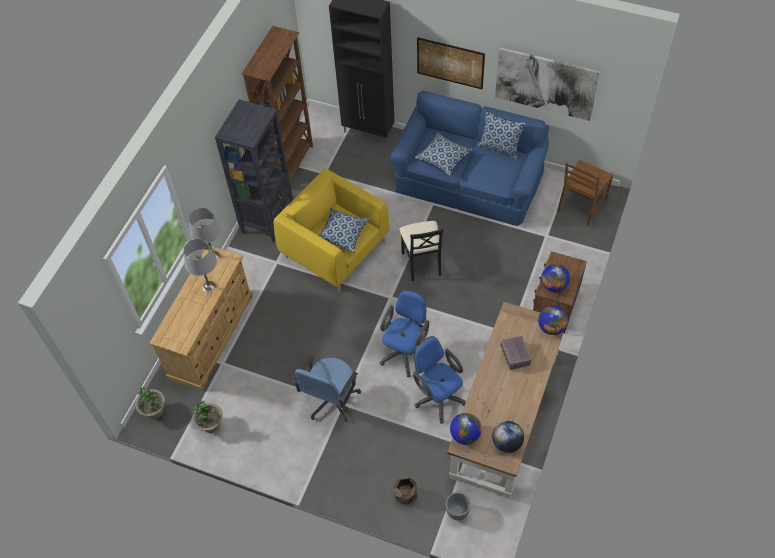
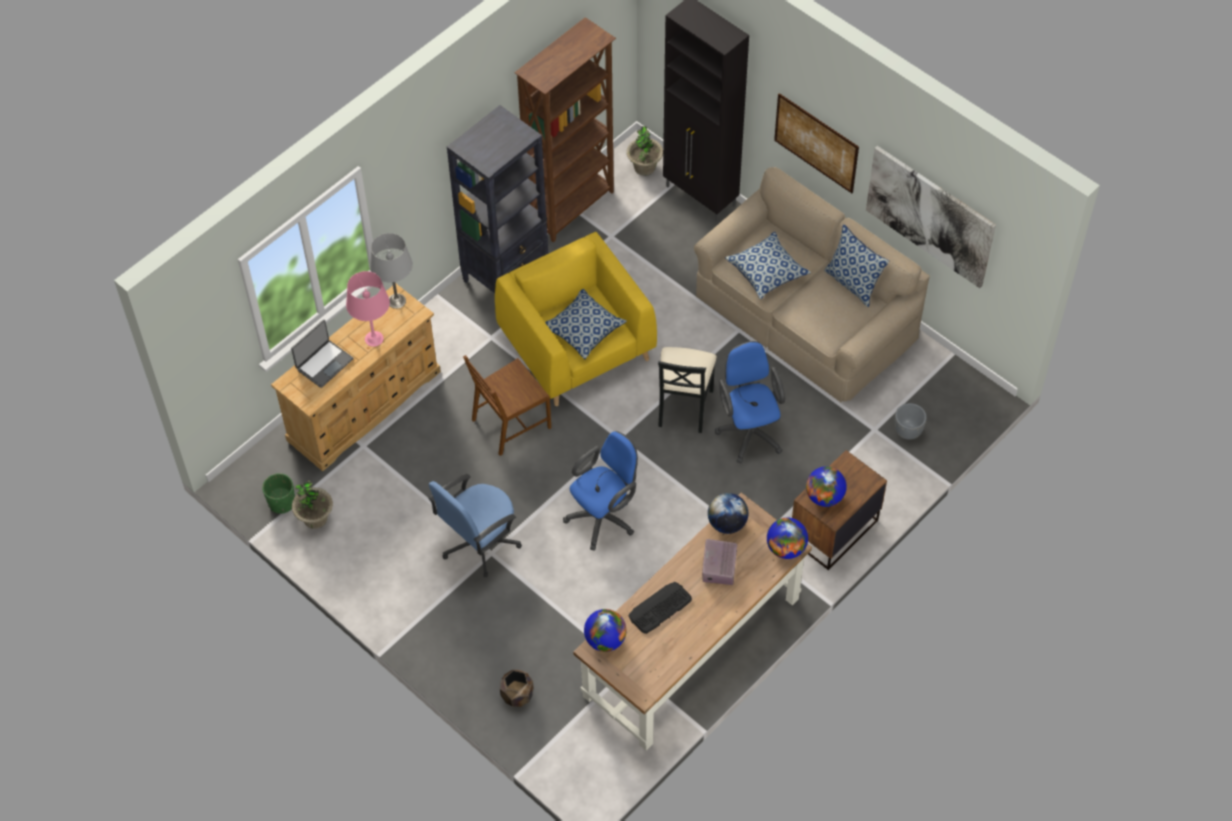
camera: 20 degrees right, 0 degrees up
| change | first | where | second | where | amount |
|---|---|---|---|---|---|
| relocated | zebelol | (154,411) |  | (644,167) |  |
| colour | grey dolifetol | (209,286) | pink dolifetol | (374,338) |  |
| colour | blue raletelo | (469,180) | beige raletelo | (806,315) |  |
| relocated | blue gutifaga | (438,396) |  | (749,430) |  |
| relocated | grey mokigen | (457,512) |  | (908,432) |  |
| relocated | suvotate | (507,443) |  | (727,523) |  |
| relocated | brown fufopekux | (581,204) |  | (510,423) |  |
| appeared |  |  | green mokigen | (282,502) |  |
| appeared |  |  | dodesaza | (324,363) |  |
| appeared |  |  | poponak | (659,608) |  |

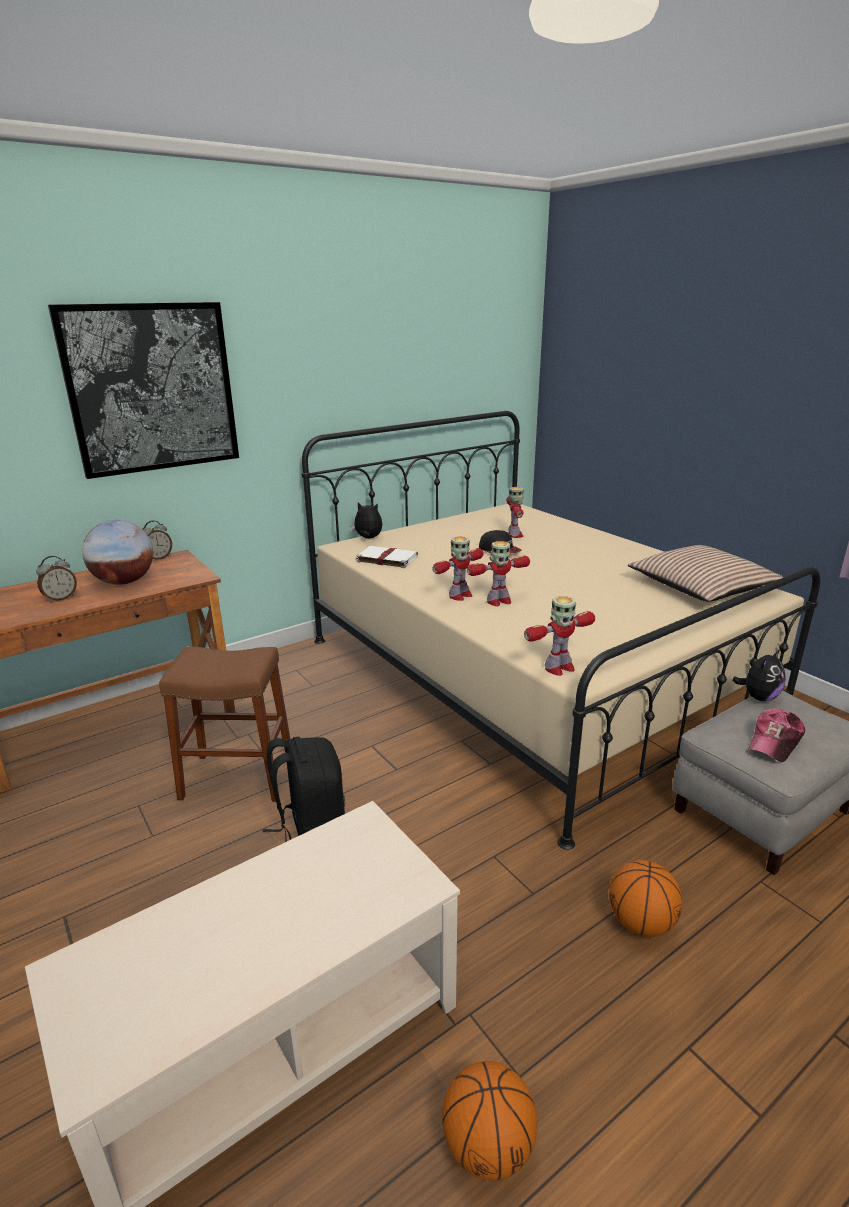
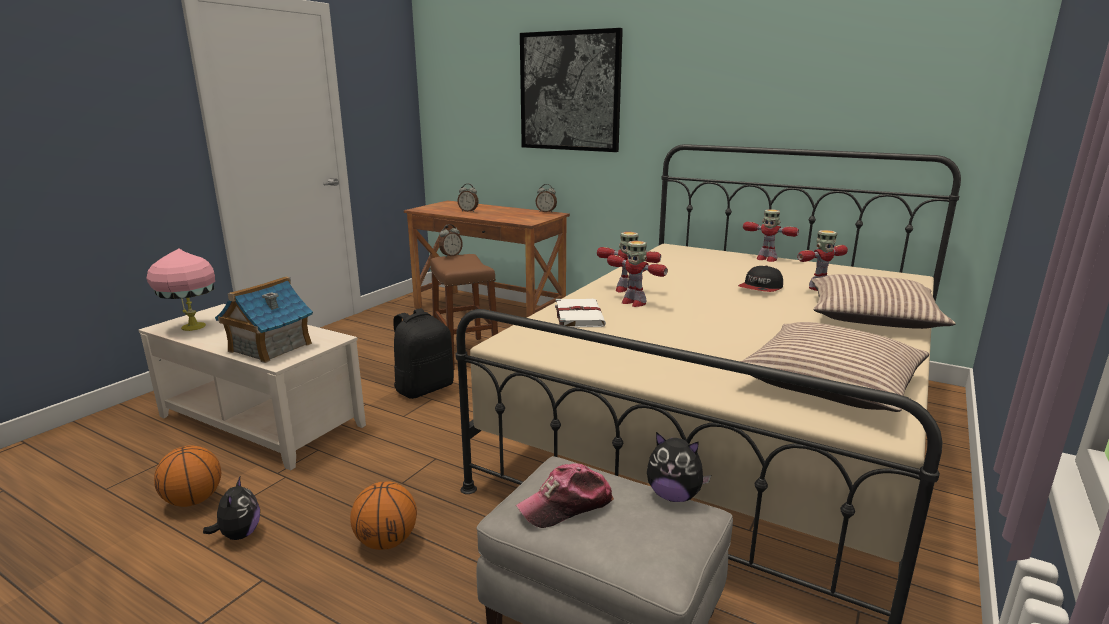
camera: 65 degrees right, 5 degrees down
| change | first | where | second | where | amount |
|---|---|---|---|---|---|
| missing | suvotate | (124,582) |  |  |  |
| relocated | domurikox | (368,538) |  | (239,534) |  |
| relocated | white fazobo | (386,559) |  | (578,315) |  |
| relocated | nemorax | (558,668) |  | (766,259) |  |
| spun | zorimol | (775,742) |  | (566,505) | 45 degrees counterclockwise |
| appeared |  |  | pink dolifetol | (192,327) |  |
| appeared |  |  | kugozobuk | (269,347) |  |
| appeared |  |  | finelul | (451,255) |  |
| appeared |  |  | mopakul | (872,317) |  |

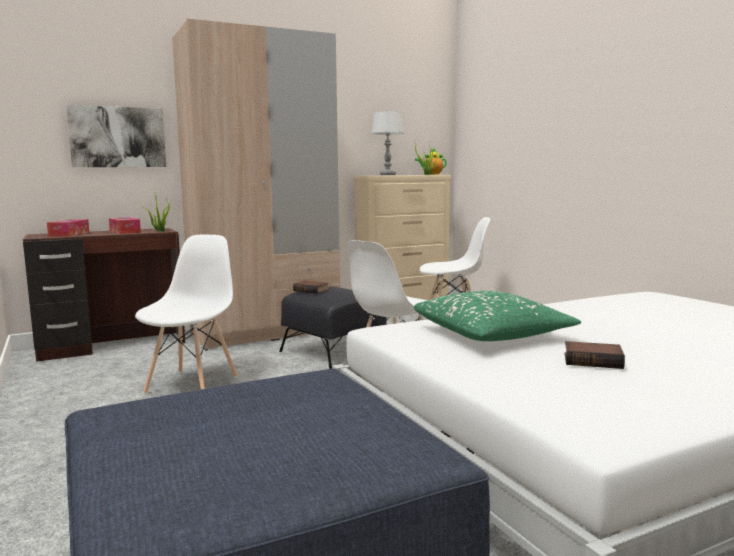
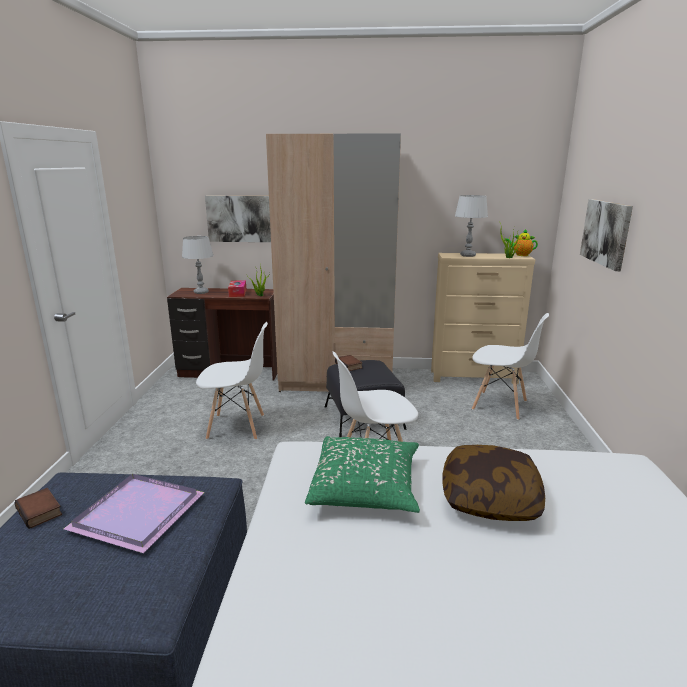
camera: 30 degrees right, 10 degrees up
| change | first | where | second | where | amount |
|---|---|---|---|---|---|
| exchanged | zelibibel | (69,234) | grey dolifetol | (201,292) |  |
| spun | white fufopekux | (193,384) |  | (237,427) | 45 degrees clockwise |
| relocated | fazobo | (593,360) |  | (41,511) |  |
| appeared |  |  | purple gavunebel | (140,512) |  |
| appeared |  |  | mopakul | (490,498) |  |
| appeared |  |  | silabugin | (606,233) |  |

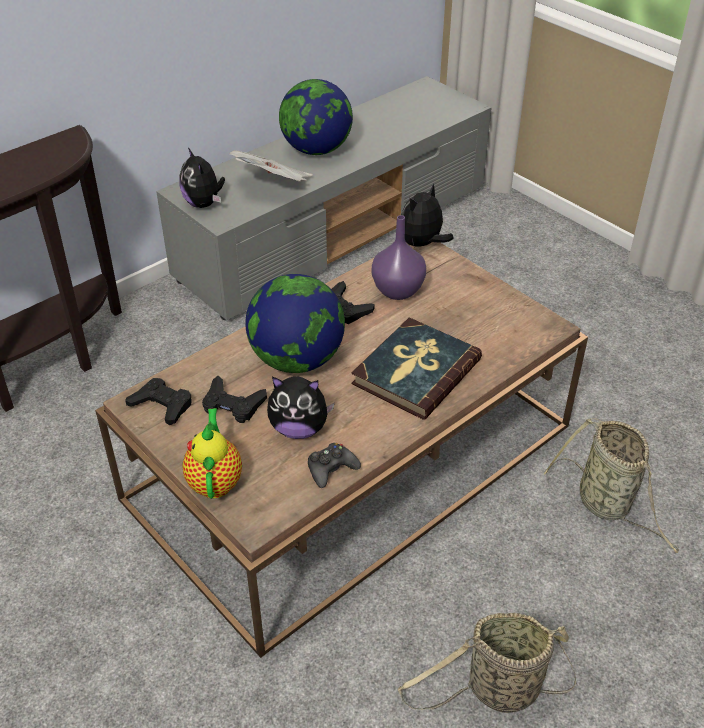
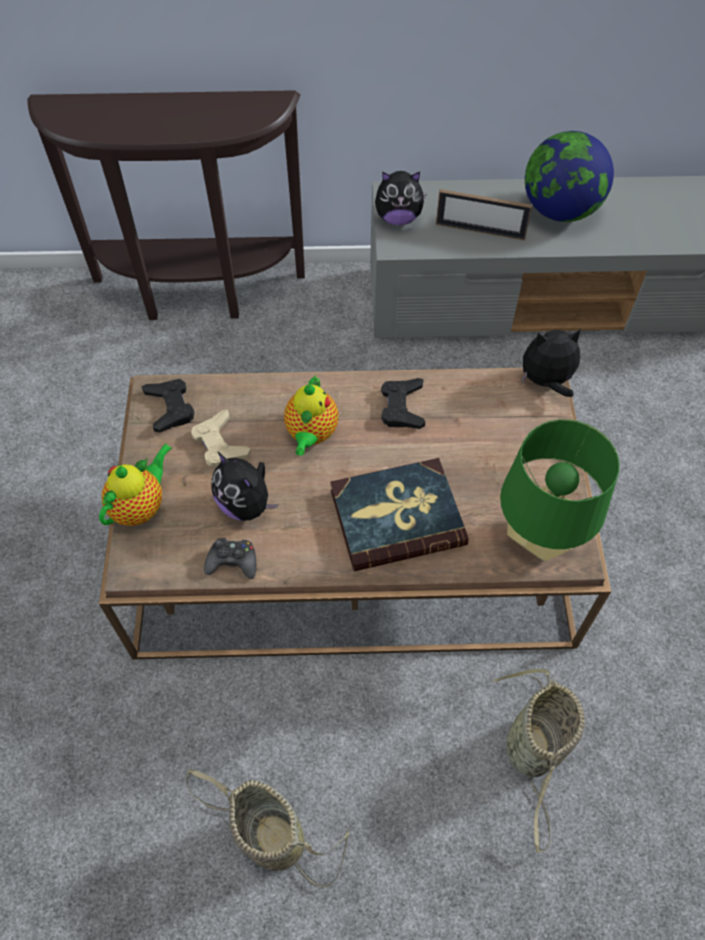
camera: 40 degrees right, 15 degrees up
| change | first | where | second | where | amount |
|---|---|---|---|---|---|
| spun | domurikox | (204,204) |  | (398,218) | 105 degrees counterclockwise |
| colour | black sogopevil | (232,404) | beige sogopevil | (220,444) |  |
| exchanged | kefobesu | (274,185) | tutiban | (480,231) |  |
| exchanged | suvotate | (297,360) | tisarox | (311,435) |  |
| missing | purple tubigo | (398,290) |  |  |  |
| appeared |  |  | green dolifetol | (538,538) |  |

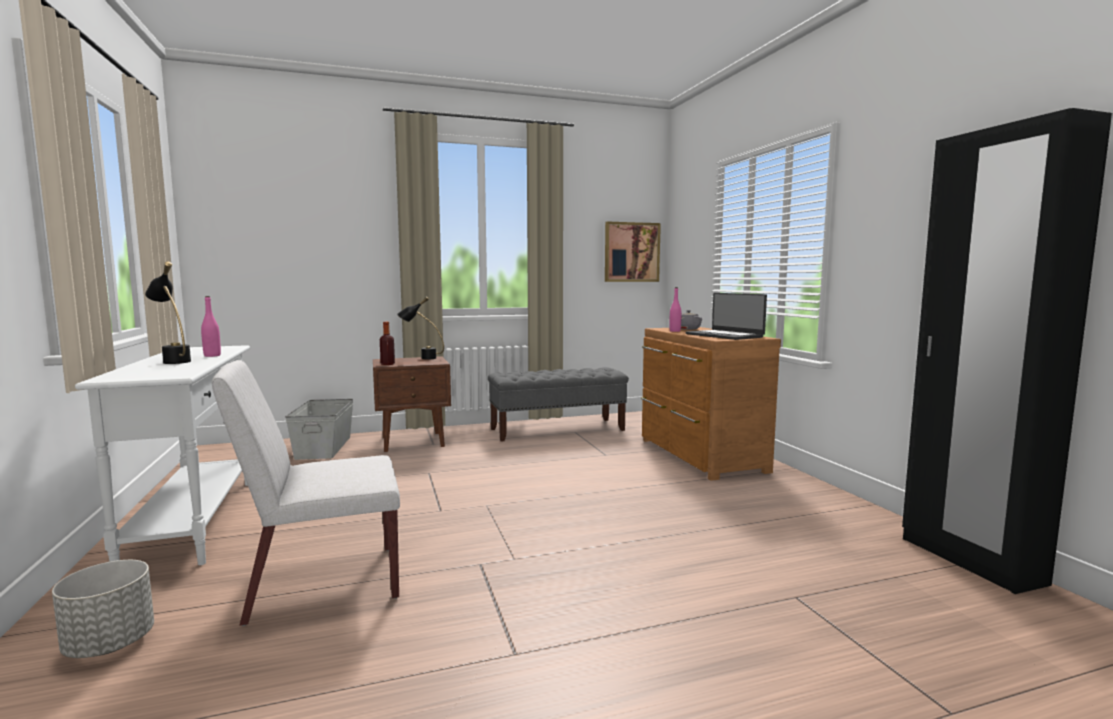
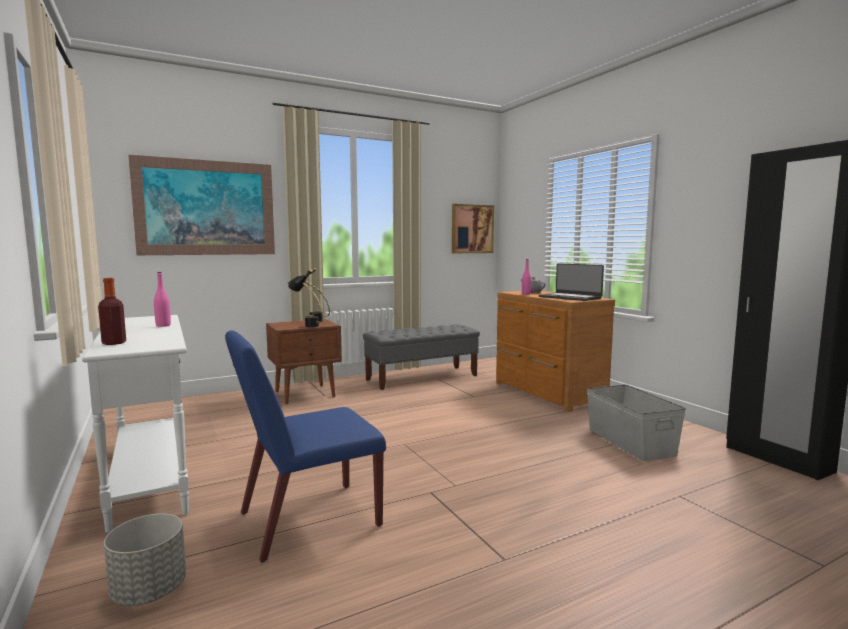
camera: 10 degrees left, 0 degrees up
| change | first | where | second | where | amount |
|---|---|---|---|---|---|
| relocated | black dolifetol | (173,361) |  | (307,325) |  |
| colour | white fufopekux | (322,583) | blue fufopekux | (307,520) |  |
| relocated | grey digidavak | (323,447) |  | (630,442) |  |
| relocated | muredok | (387,364) |  | (114,343) |  |
| appeared |  |  | silabugin | (206,208) |  |

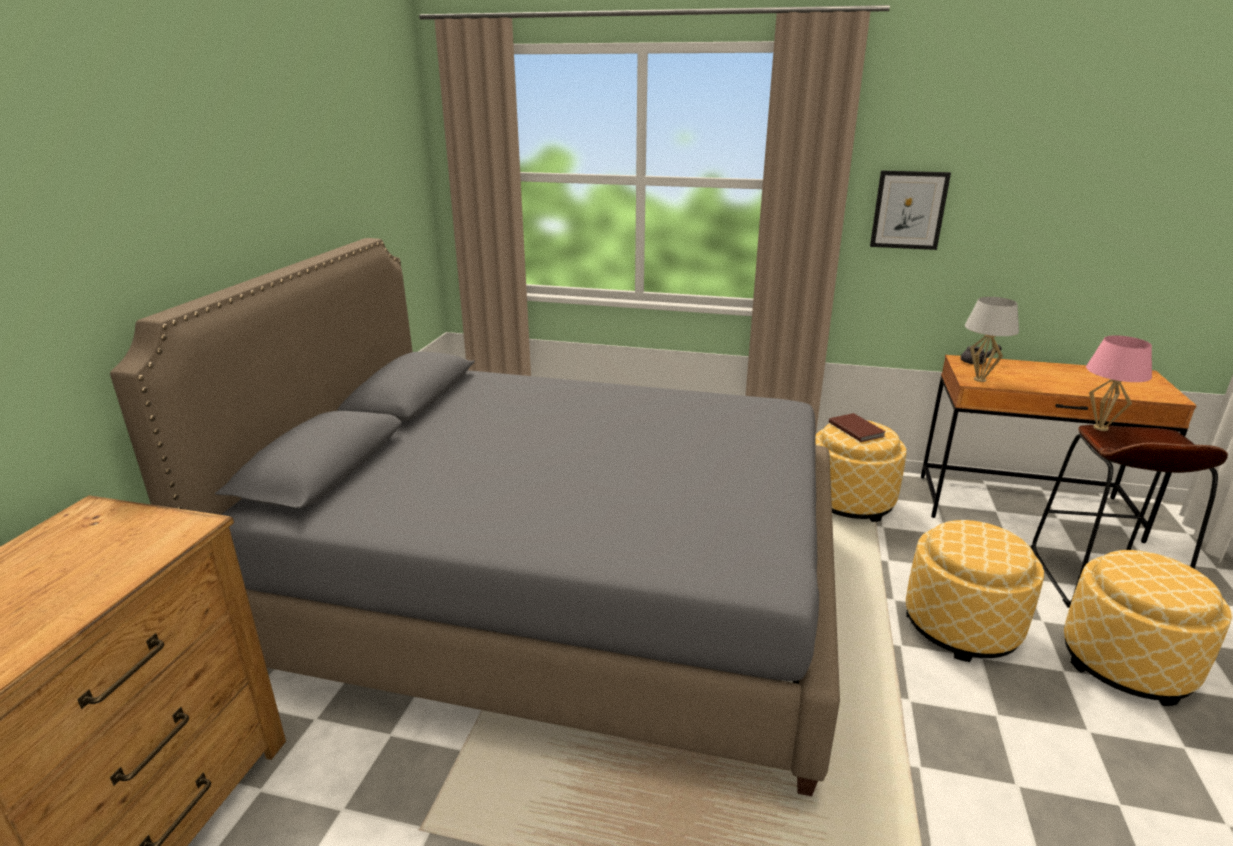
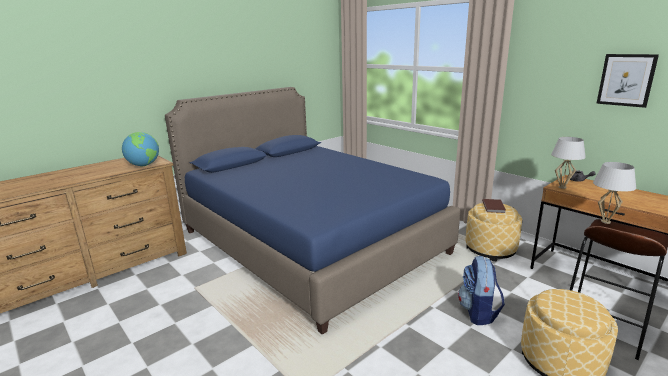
camera: 35 degrees right, 5 degrees down
| change | first | where | second | where | amount |
|---|---|---|---|---|---|
| colour | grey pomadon | (555,592) | blue pomadon | (310,242) |  |
| relocated | silabugin | (908,210) |  | (626,80) |  |
| exchanged | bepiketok | (961,626) | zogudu | (478,312) |  |
| colour | pink dolifetol | (1100,428) | white dolifetol | (605,221) |  |
| appeared |  |  | suvotate | (144,165) |  |

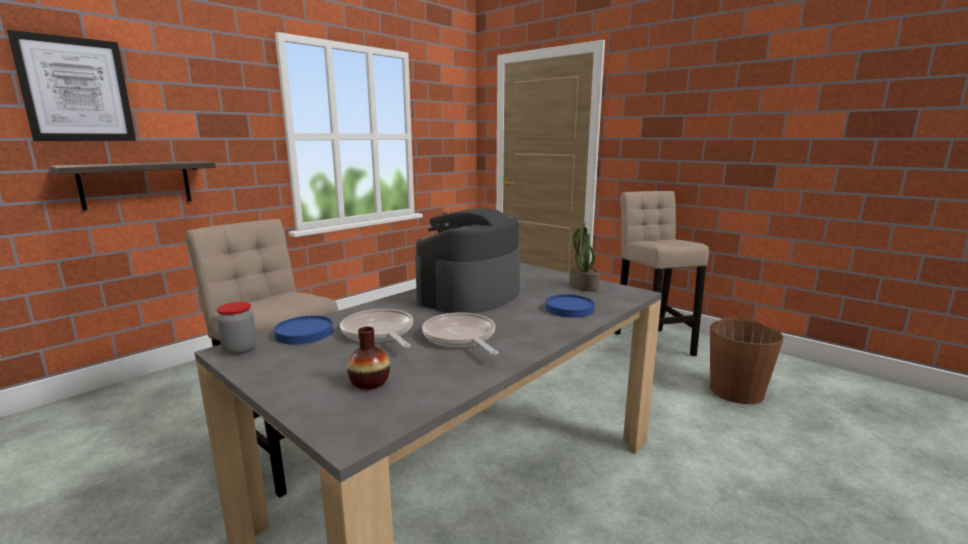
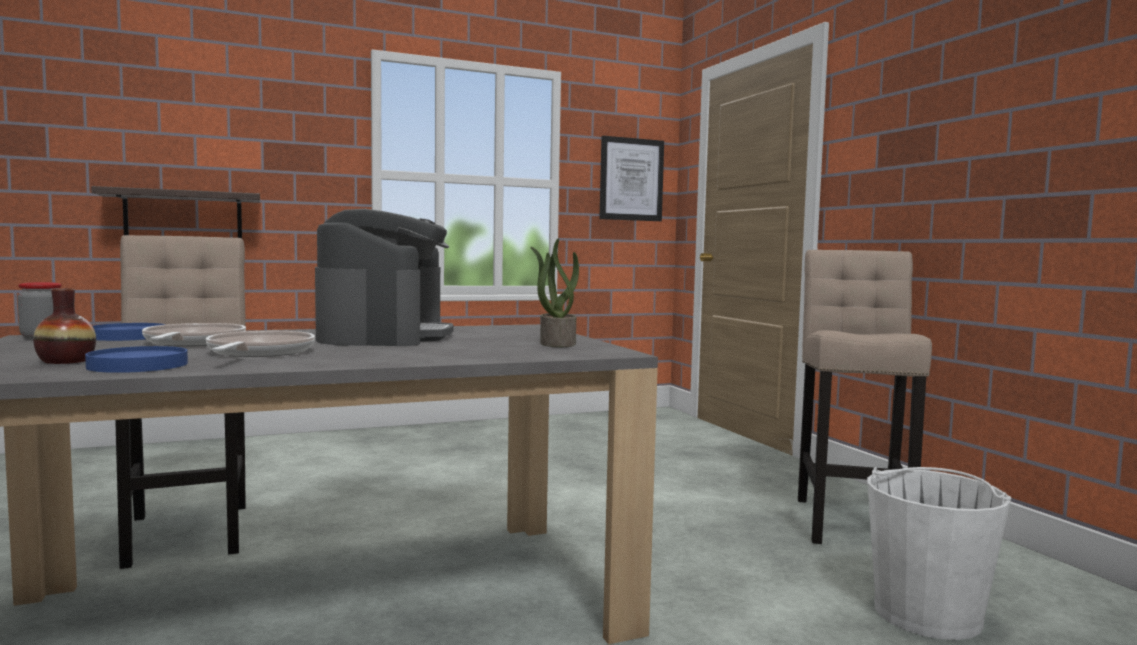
camera: 25 degrees right, 10 degrees down
| change | first | where | second | where | amount |
|---|---|---|---|---|---|
| relocated | silabugin | (76,90) |  | (631,179) |  |
| spun | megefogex | (470,295) |  | (384,336) | 120 degrees clockwise |
| relocated | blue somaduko | (569,309) |  | (137,365) |  |
| colour | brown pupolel | (736,391) | white pupolel | (927,614) |  |

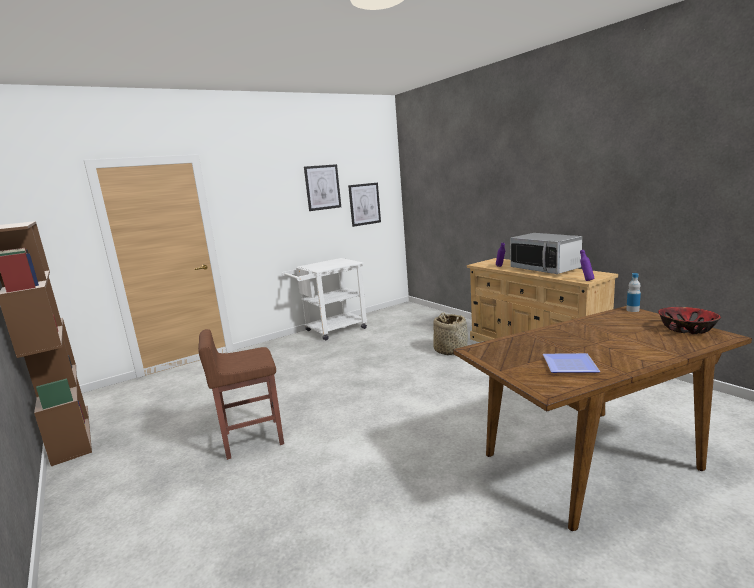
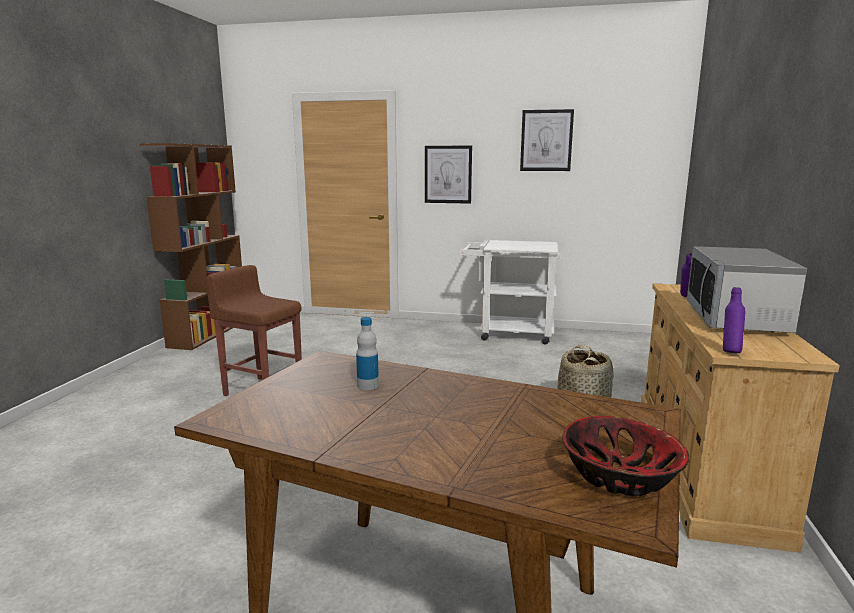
camera: 45 degrees right, 0 degrees up
| change | first | where | second | where | amount |
|---|---|---|---|---|---|
| relocated | silabugin | (364,204) |  | (448,174) |  |
| missing | somaduko | (571,365) |  |  |  |
| relocated | muredok | (632,310) |  | (368,386) |  |

